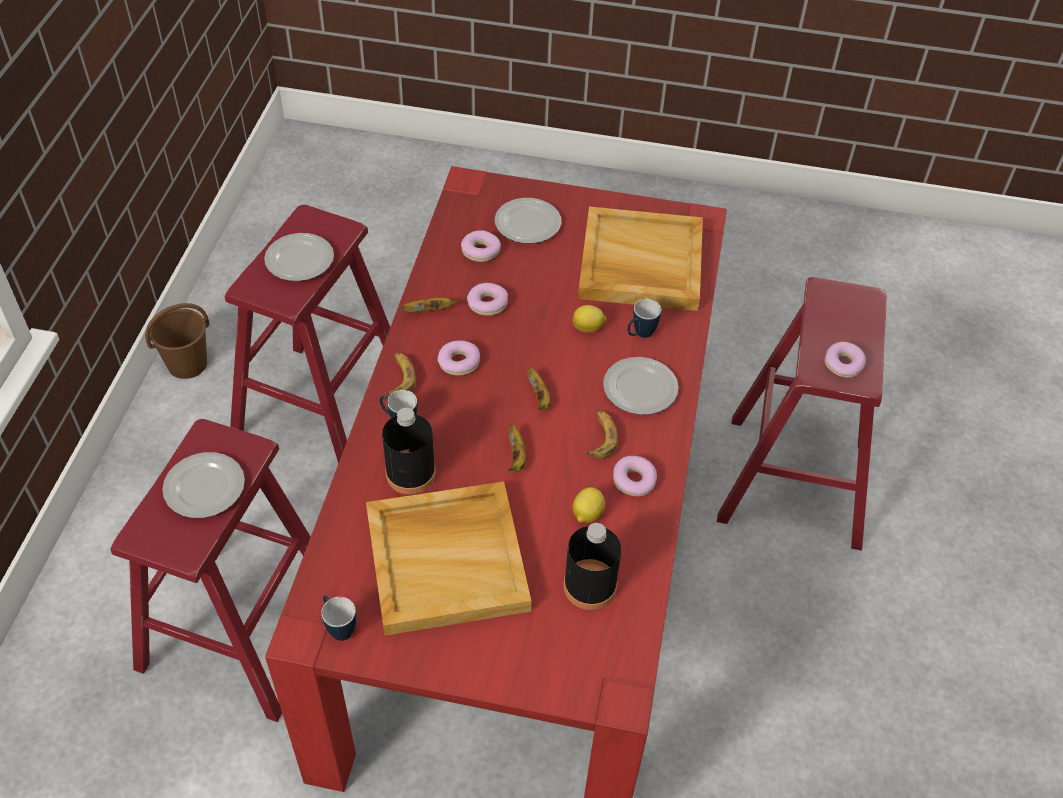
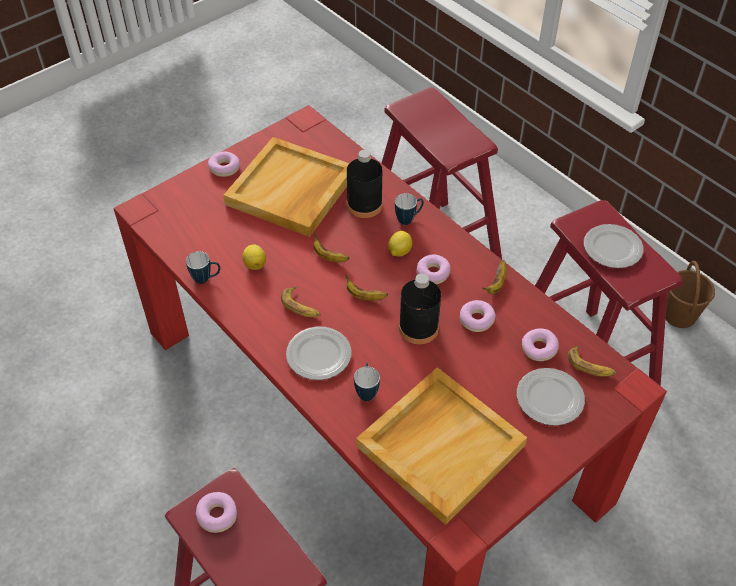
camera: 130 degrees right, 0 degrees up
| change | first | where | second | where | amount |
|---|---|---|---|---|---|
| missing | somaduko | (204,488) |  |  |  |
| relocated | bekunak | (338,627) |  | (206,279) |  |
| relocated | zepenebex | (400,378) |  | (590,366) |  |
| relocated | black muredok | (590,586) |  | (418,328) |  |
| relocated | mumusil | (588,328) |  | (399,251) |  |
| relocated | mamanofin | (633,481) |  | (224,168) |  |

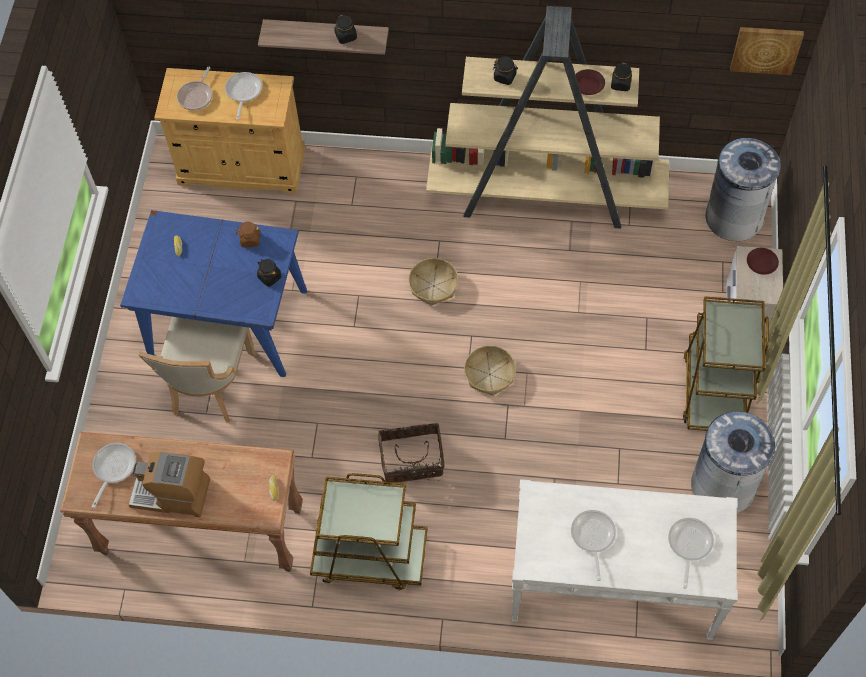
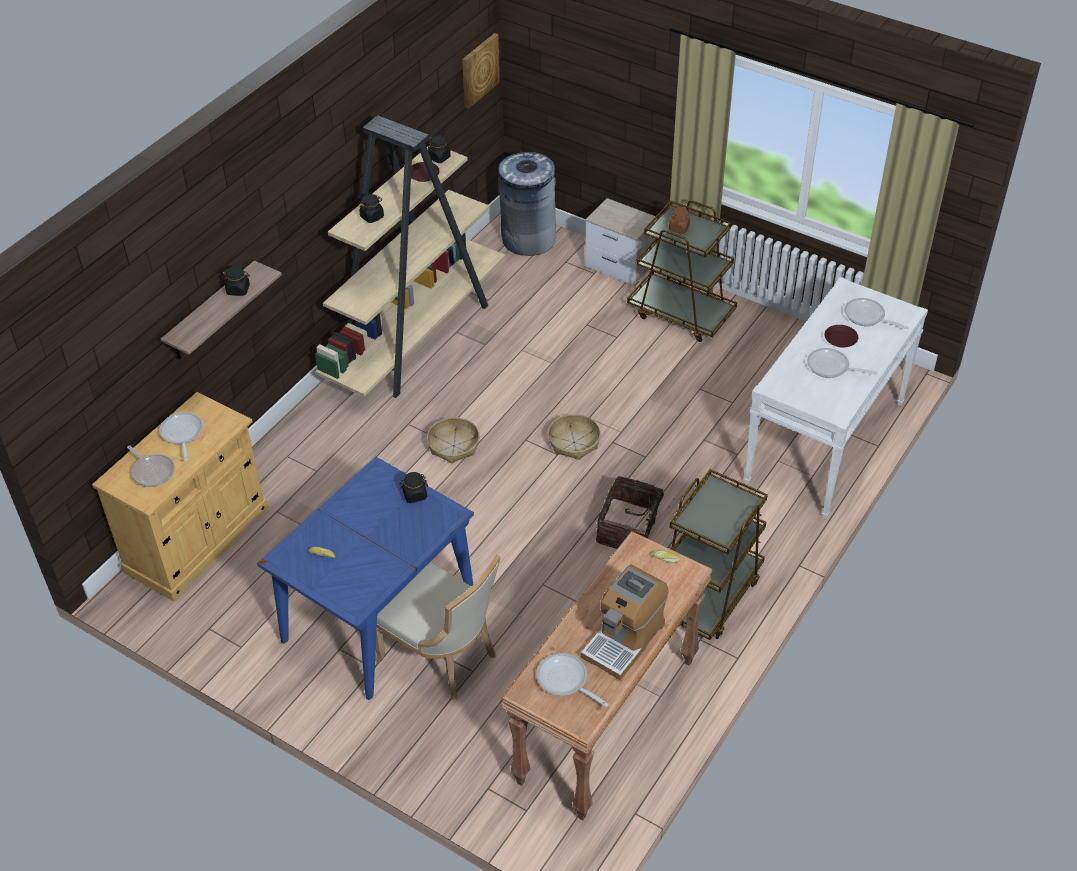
camera: 65 degrees left, 15 degrees down
| change | first | where | second | where | amount |
|---|---|---|---|---|---|
| spun | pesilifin | (243,93) |  | (182,434) | 45 degrees clockwise |
| relocated | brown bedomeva | (250,240) |  | (679,228) |  |
| missing | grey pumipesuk | (723,485) |  |  |  |
| relocated | brown somaduko | (761,263) |  | (840,339) |  |

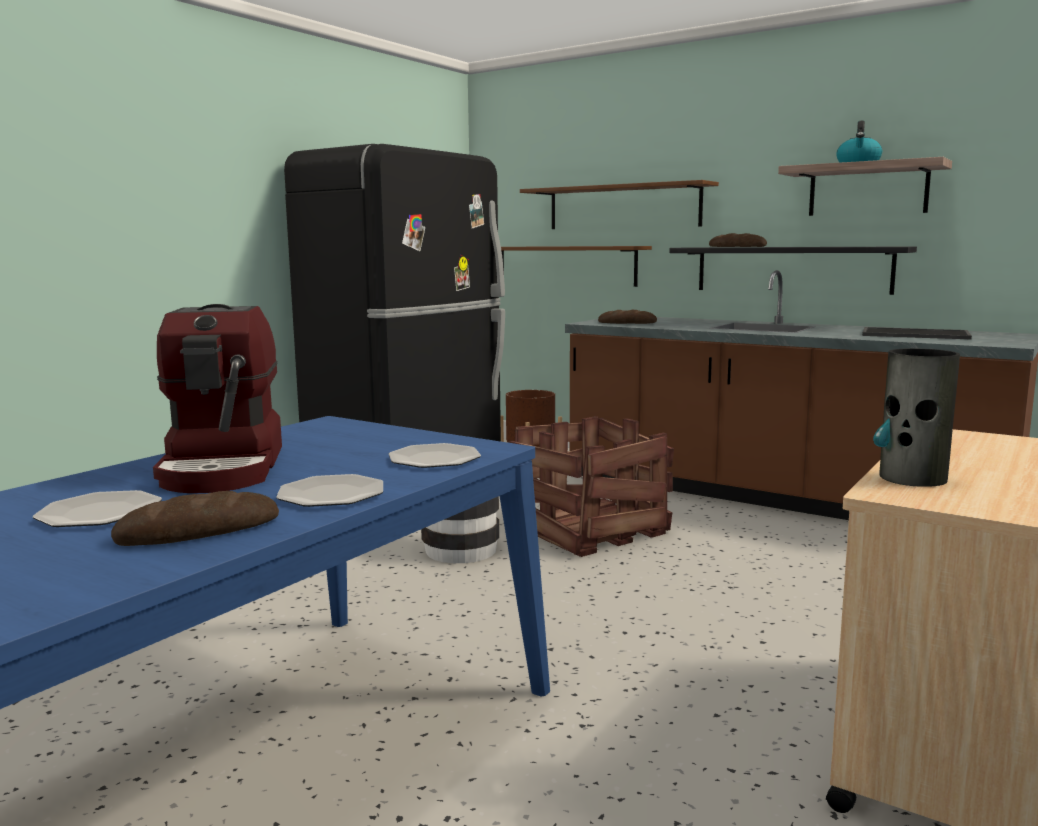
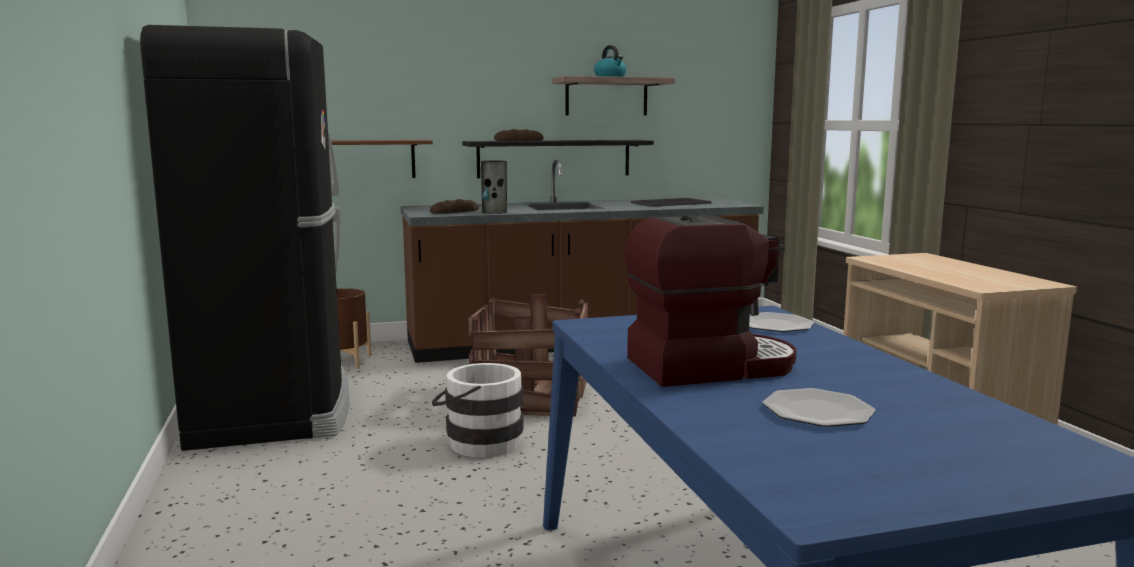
camera: 50 degrees left, 0 degrees up
| change | first | where | second | where | amount |
|---|---|---|---|---|---|
| missing | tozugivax | (199,530) |  |  |  |
| spun | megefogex | (225,467) |  | (709,366) | 45 degrees counterclockwise |
| missing | somaduko | (331,494) |  |  |  |
| missing | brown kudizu | (623,207) |  |  |  |
| relocated | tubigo | (912,478) |  | (494,212) |  |

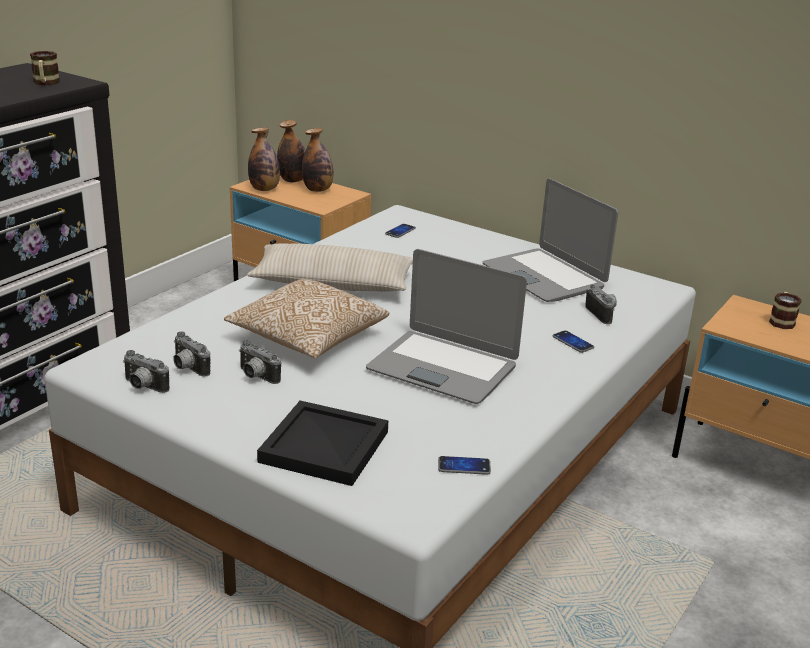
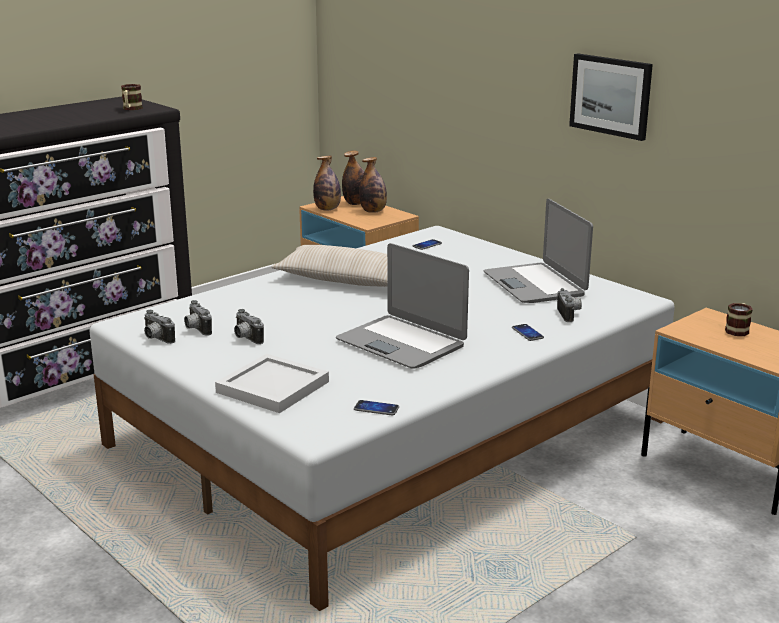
camera: 15 degrees right, 5 degrees down
| change | first | where | second | where | amount |
|---|---|---|---|---|---|
| missing | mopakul | (307,338) |  |  |  |
| colour | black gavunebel | (322,447) | white gavunebel | (271,387) |  |
| appeared |  |  | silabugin | (611,96) |  |

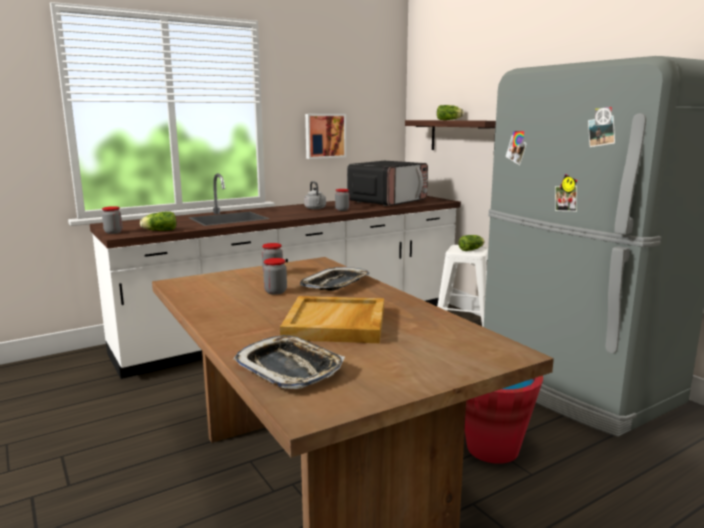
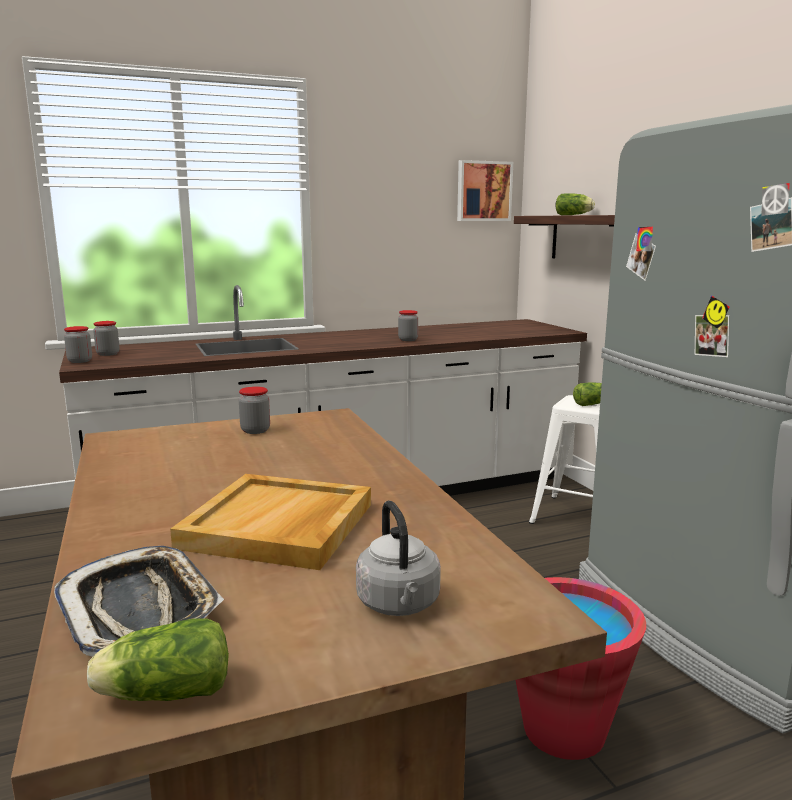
camera: 10 degrees right, 0 degrees up
| change | first | where | second | where | amount |
|---|---|---|---|---|---|
| relocated | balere | (159,231) |  | (162,694) |  |
| relocated | bedomeva | (275,292) |  | (108,354) |  |
| missing | gavunebel | (336,284) |  |  |  |
| relocated | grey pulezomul | (315,208) |  | (399,605) |  |
| relocated | silabugin | (325,136) |  | (483,191) |  |
| missing | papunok | (388,201) |  |  |  |

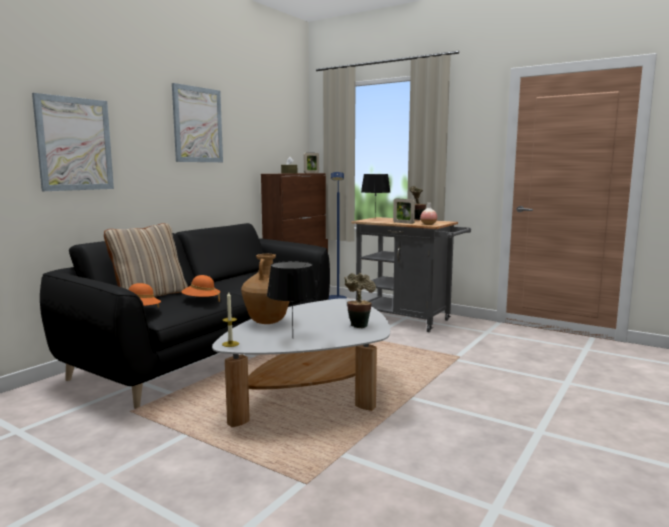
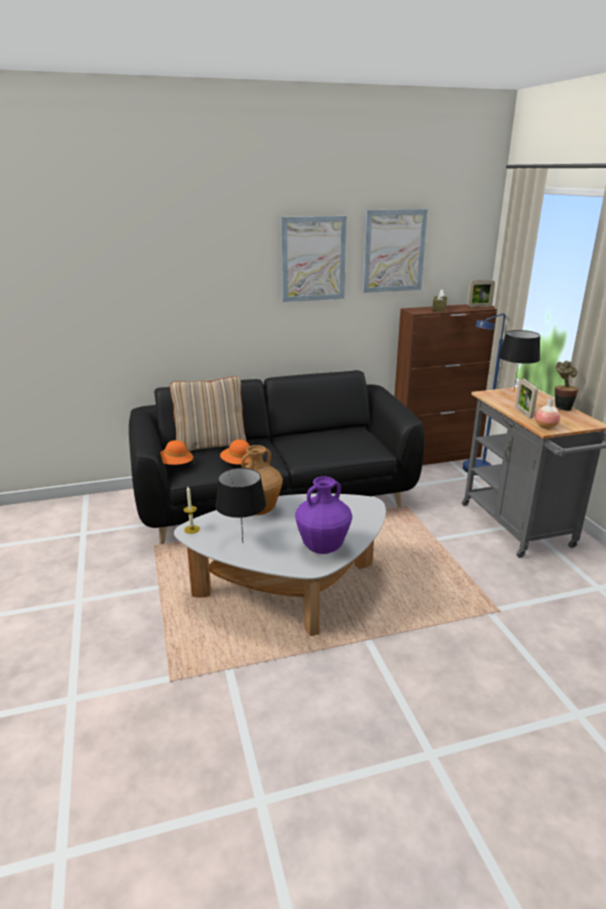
camera: 40 degrees right, 15 degrees up
| change | first | where | second | where | amount |
|---|---|---|---|---|---|
| relocated | silabugin | (74,144) |  | (394,251) |  |
| exchanged | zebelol | (358,325) | purple tubigo | (323,548) |  |

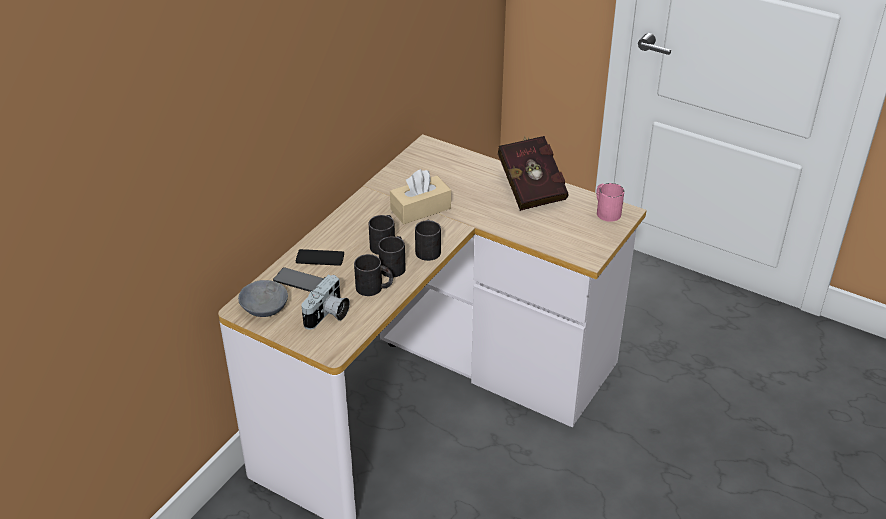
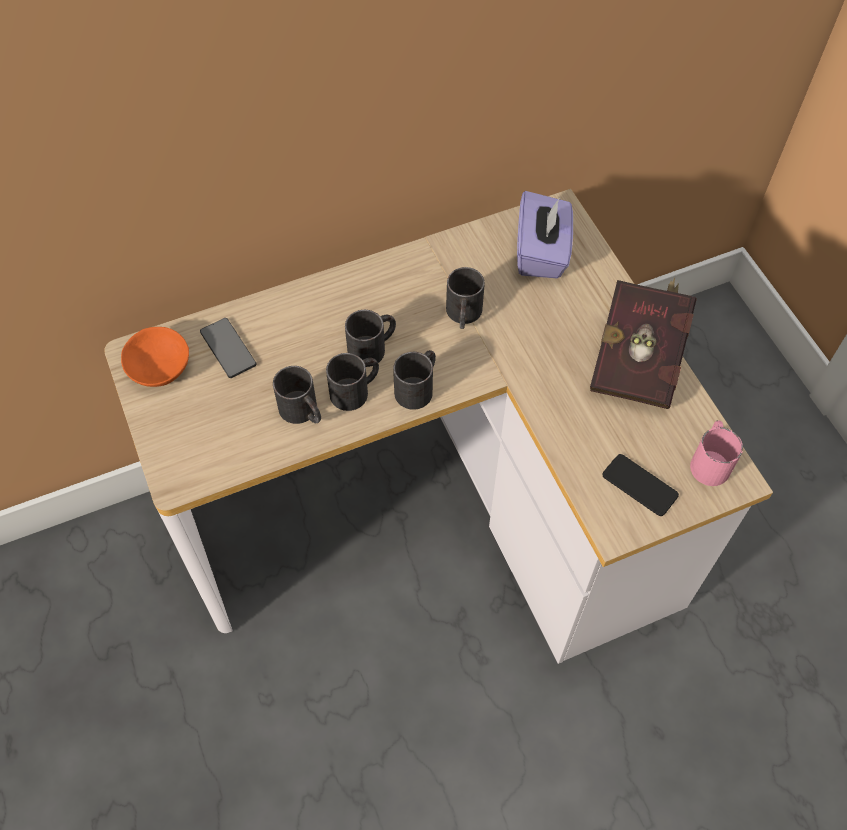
camera: 35 degrees right, 20 degrees up
| change | first | where | second | where | amount |
|---|---|---|---|---|---|
| colour | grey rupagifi | (263,308) | orange rupagifi | (157,366) |  |
| relocated | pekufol | (320,258) |  | (639,485) |  |
| missing | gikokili | (328,315) |  |  |  |
| exchanged | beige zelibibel | (420,209) | black bekunak | (463,315) |  |
| appeared |  |  | purple zelibibel | (541,253) |  |

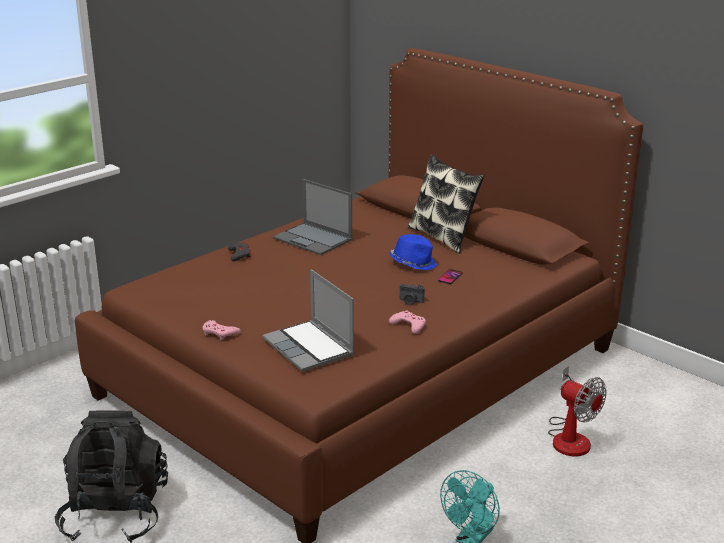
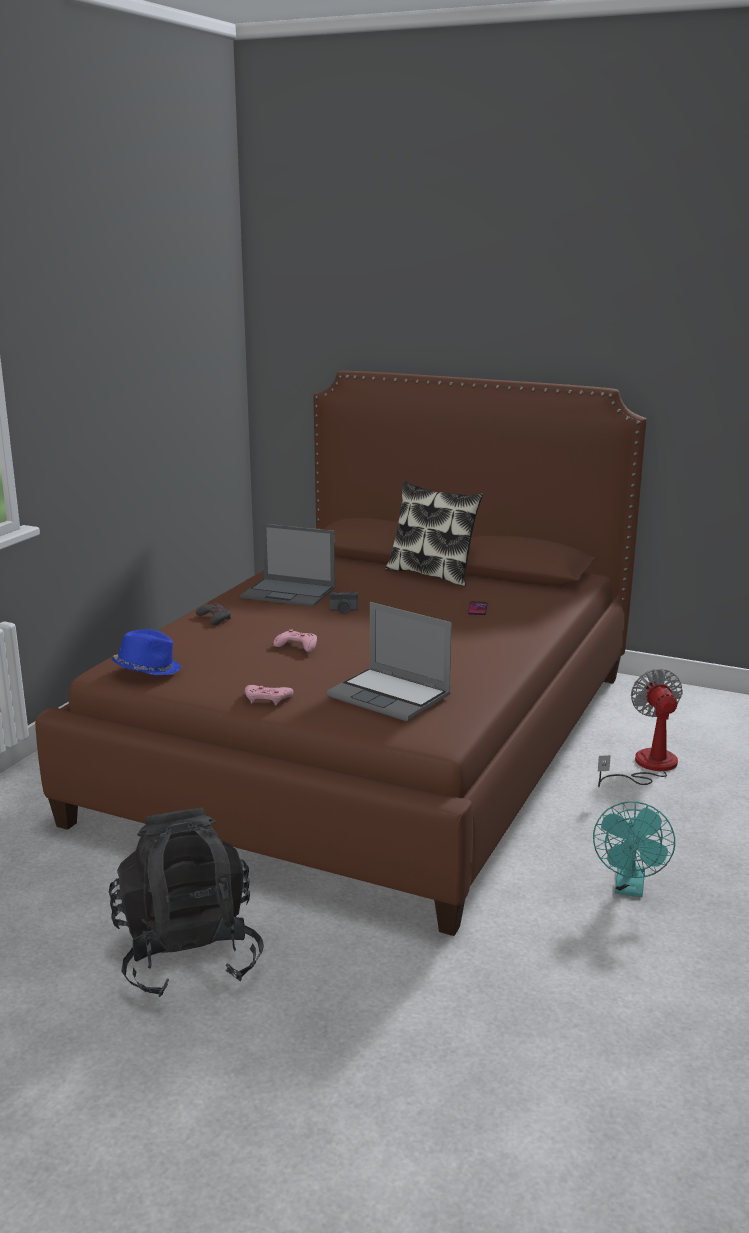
camera: 20 degrees left, 5 degrees down
| change | first | where | second | where | amount |
|---|---|---|---|---|---|
| relocated | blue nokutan | (413,263) |  | (147,669) |  |
| relocated | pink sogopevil | (408,325) |  | (297,645) |  |
| relocated | gikokili | (410,301) |  | (343,611) |  |
| spun | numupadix | (570,436) |  | (646,766) | 120 degrees counterclockwise |

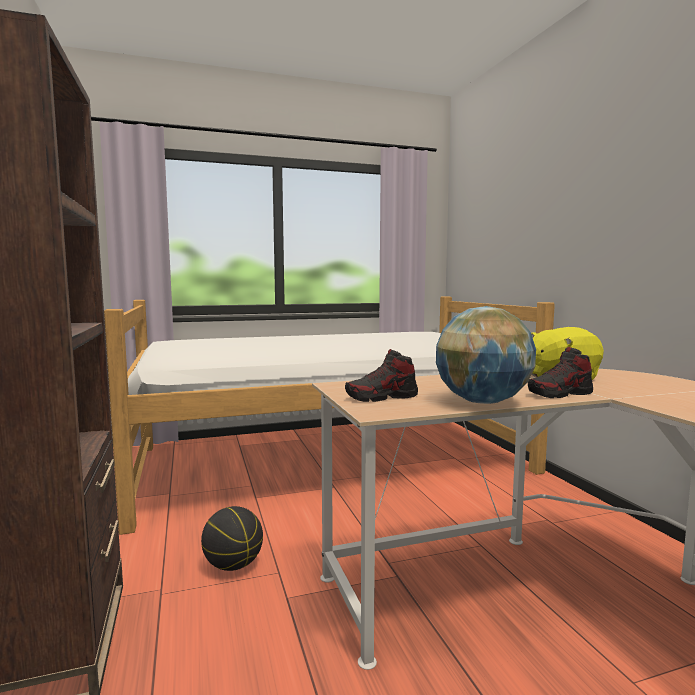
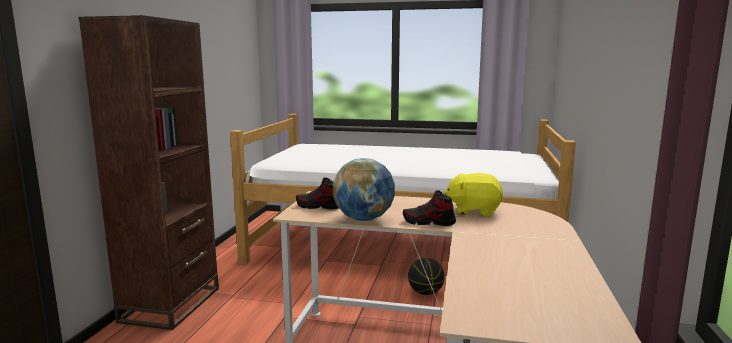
camera: 30 degrees right, 5 degrees up
| change | first | where | second | where | amount |
|---|---|---|---|---|---|
| relocated | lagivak | (233,565) |  | (425,292) |  |

